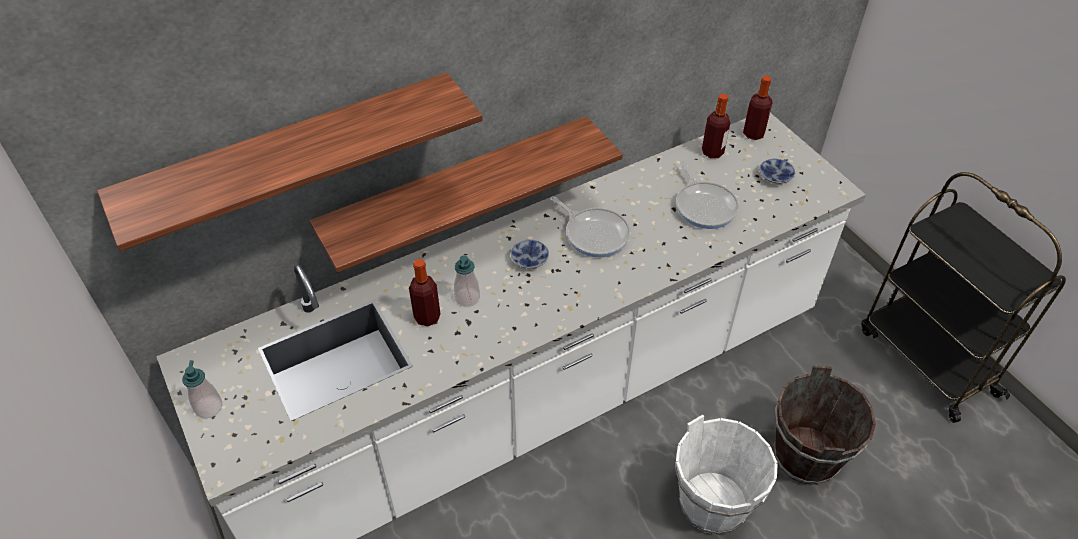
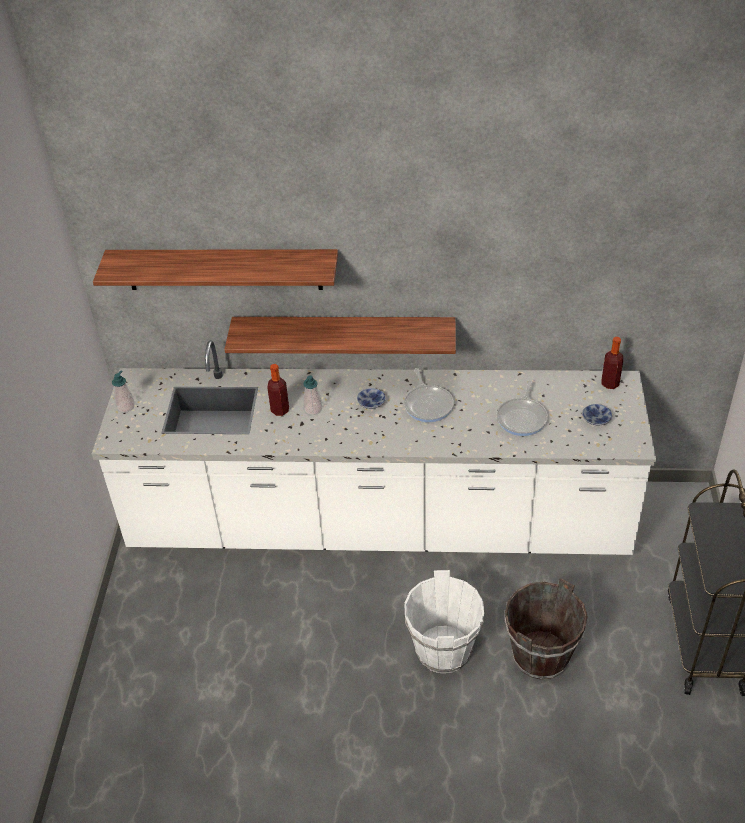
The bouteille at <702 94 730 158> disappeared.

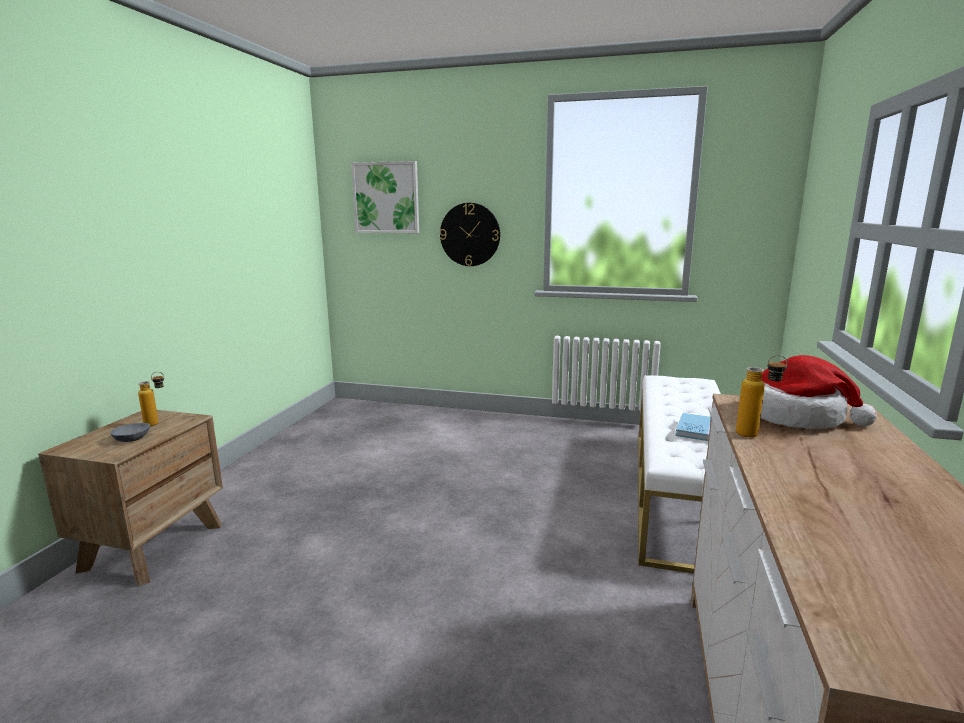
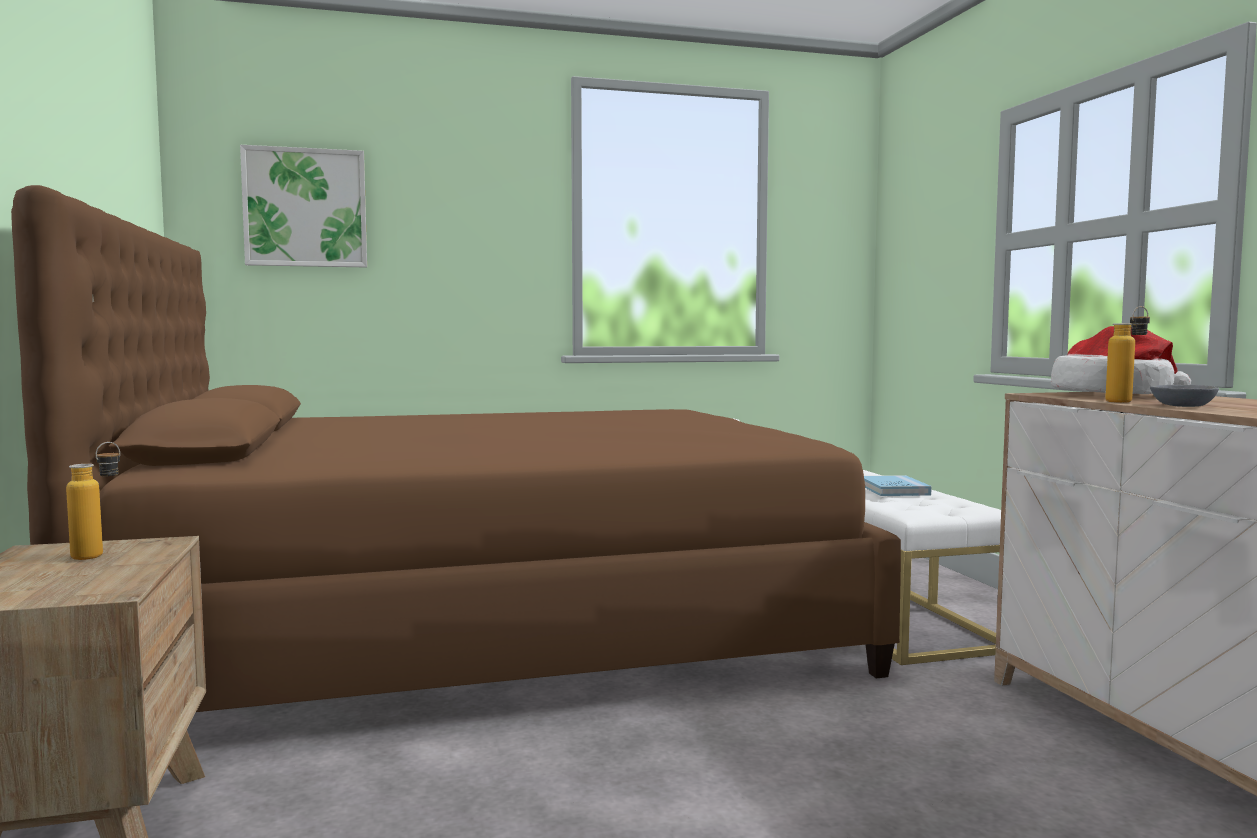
The bol (gris) moved from <110 423 150 442> to <1150 385 1219 407>.
The horloge murale at <440 203 500 266> disappeared.
The lit (marron) at <11 185 901 712> appeared.

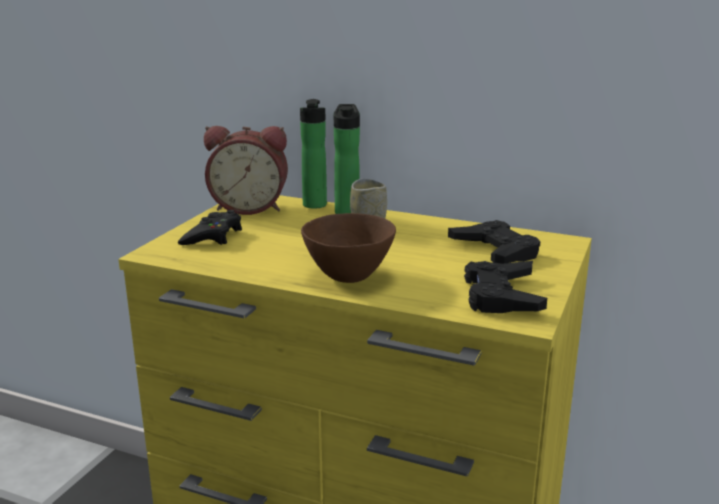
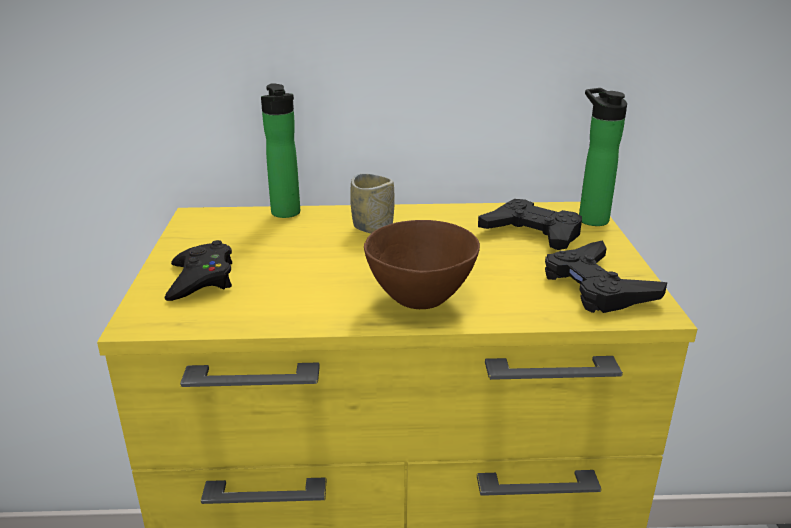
The réveil at <204 126 288 215> disappeared.
The bouteille moved from <334 104 360 214> to <579 88 627 226>.

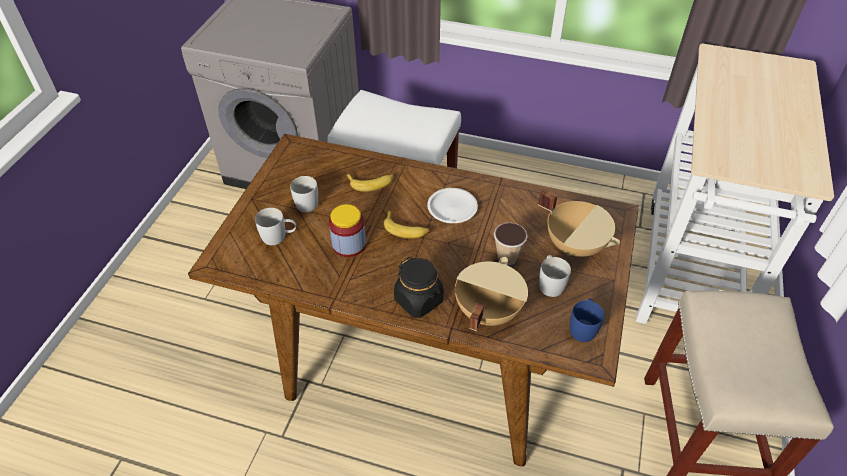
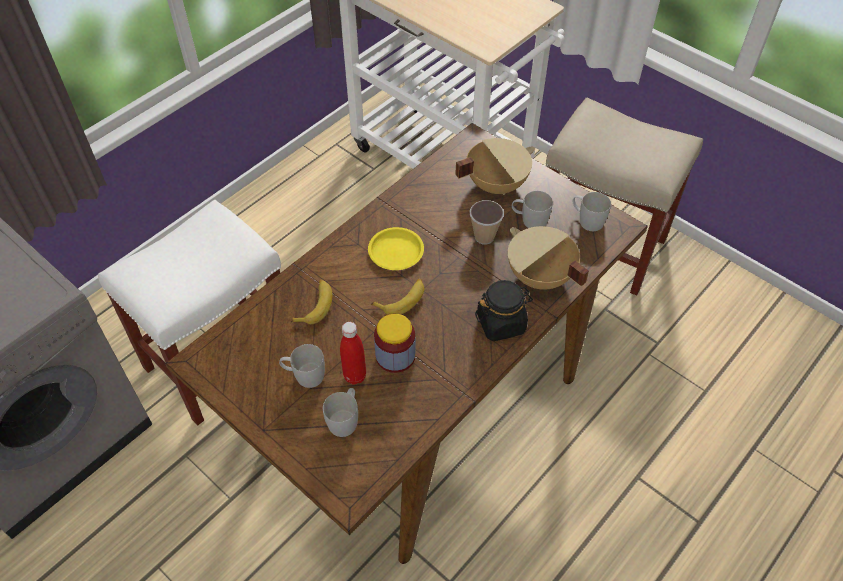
The assiette (blanc) at <427 188 478 223> became the assiette (jaune) at <368 227 424 270>.
The mug (bleu) at <570 298 604 342> became the mug (blanc) at <573 192 611 231>.
The bouteille (rouge) at <340 322 366 385> appeared.

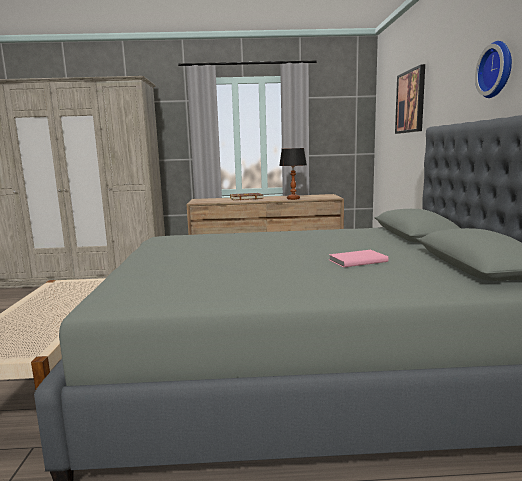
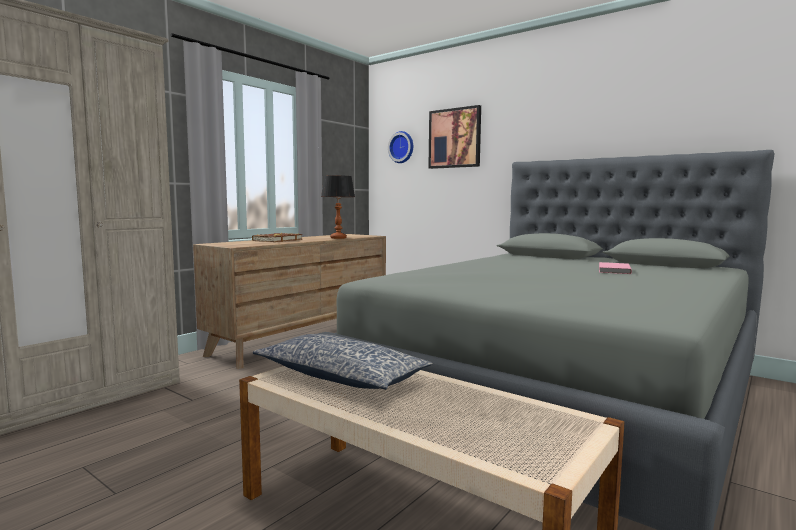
The horloge murale moved from <475 41 512 98> to <388 131 413 163>.
The coussin at <253 334 433 390> appeared.

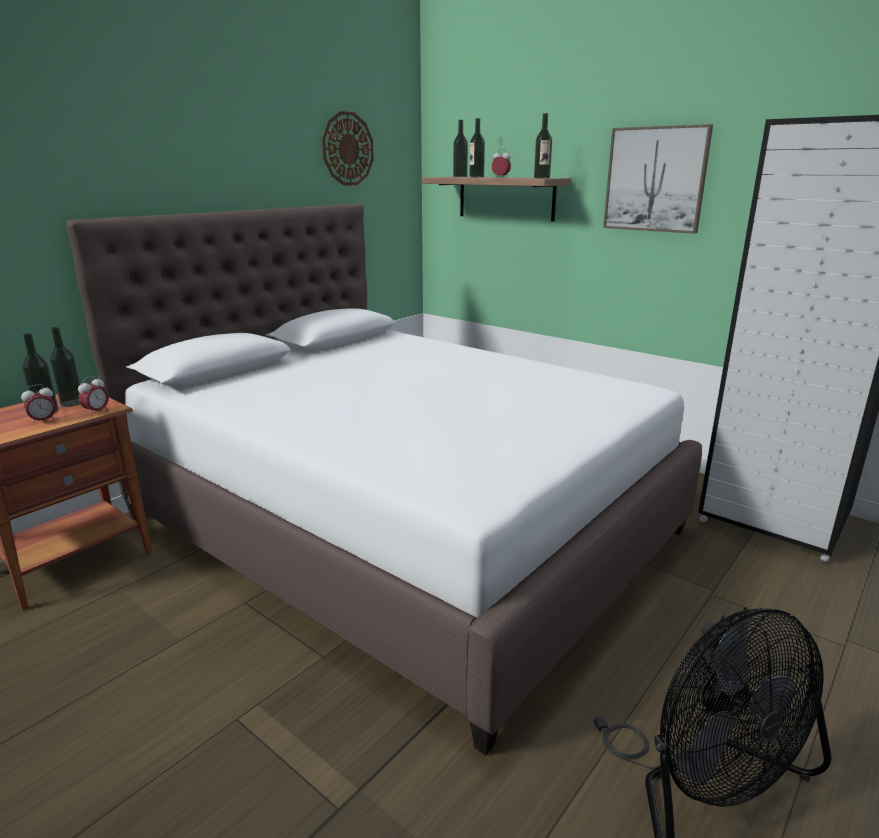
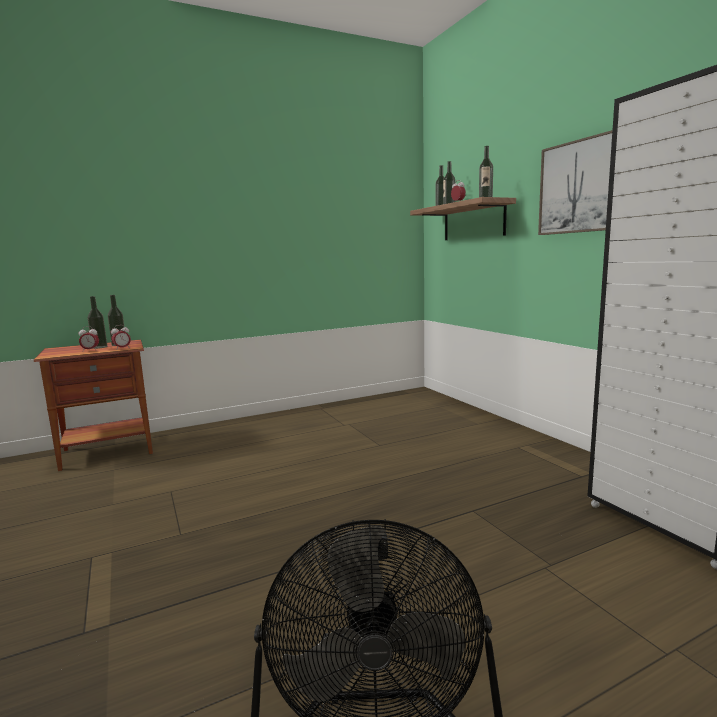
The lit (blanc) at <66 203 702 755> disappeared.
The horloge murale at <322 111 374 186> disappeared.

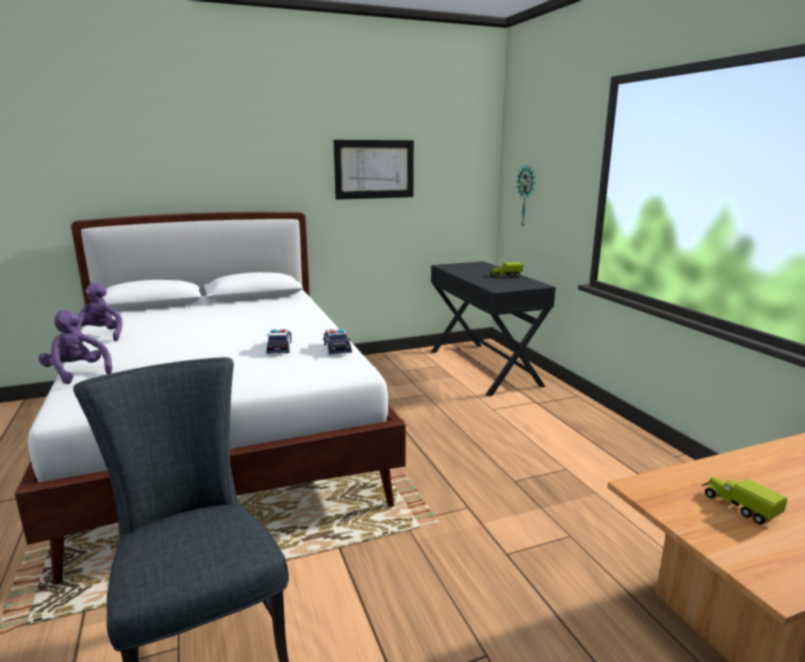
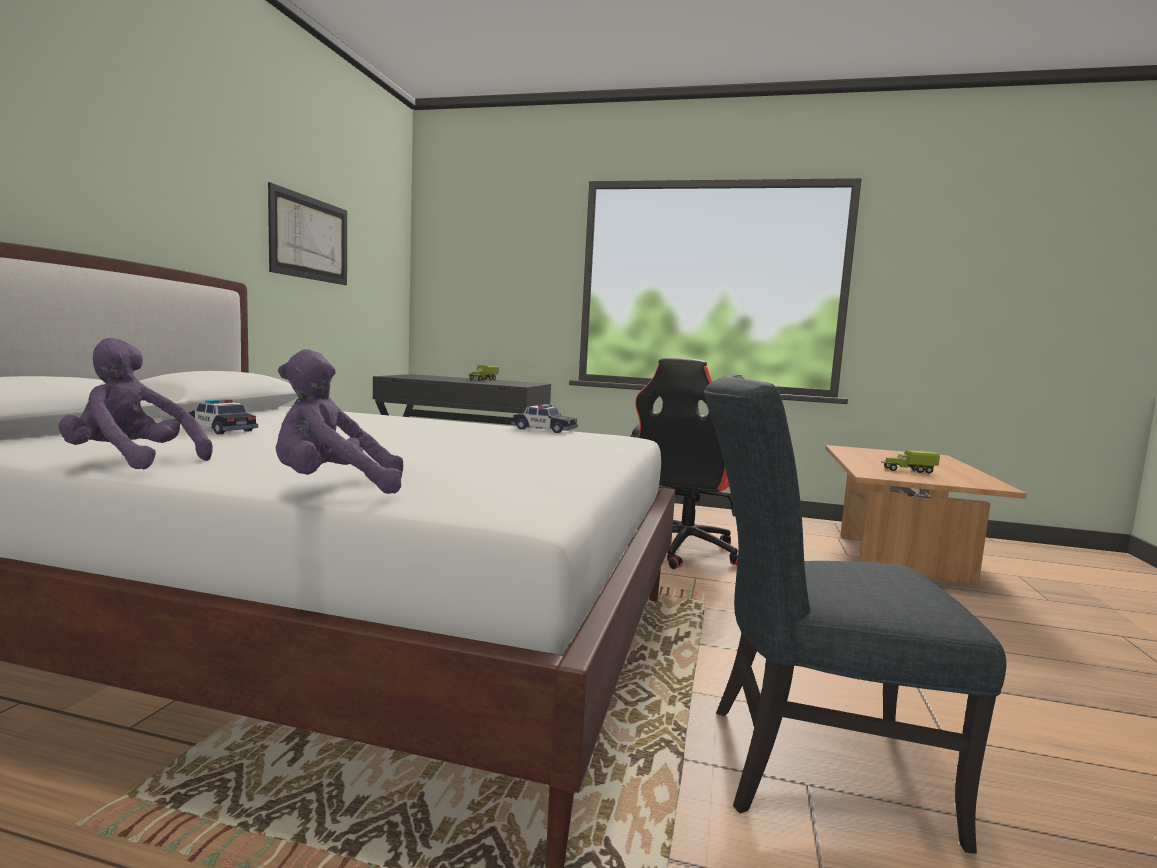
The petite voiture moved from <266 329 292 354> to <188 399 258 434>.
The horloge murale at <516 165 535 228> disappeared.
The chaise de bureau (noir) at <628 358 738 569> appeared.

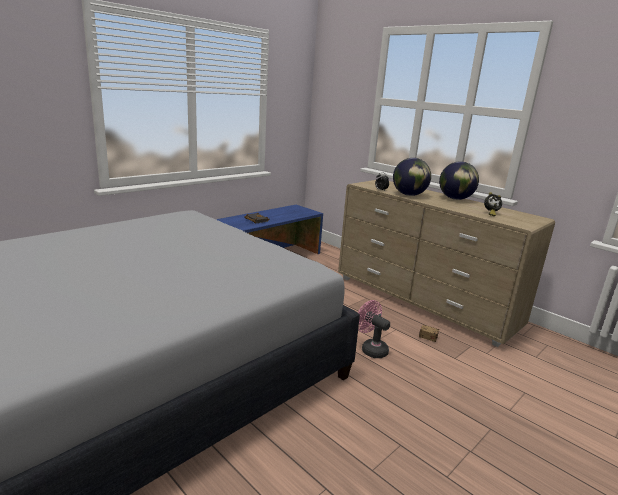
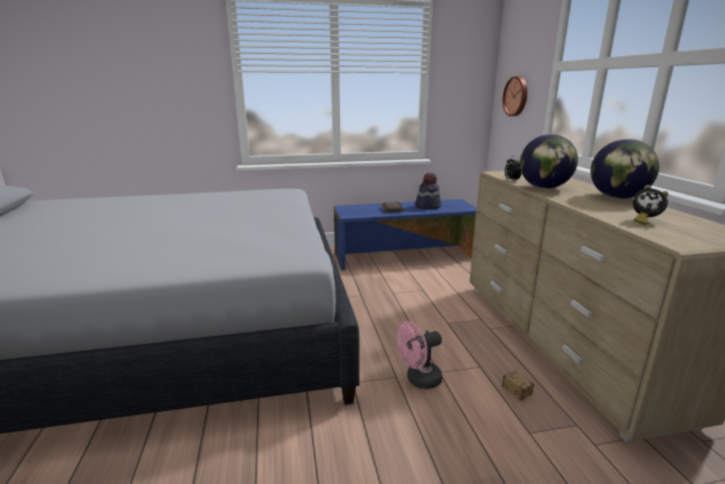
The ventilateur (rose) at <358 300 390 358> turned 105 degrees counterclockwise.
The chapeau at <415 173 441 210> appeared.
The horloge murale at <503 76 527 116> appeared.

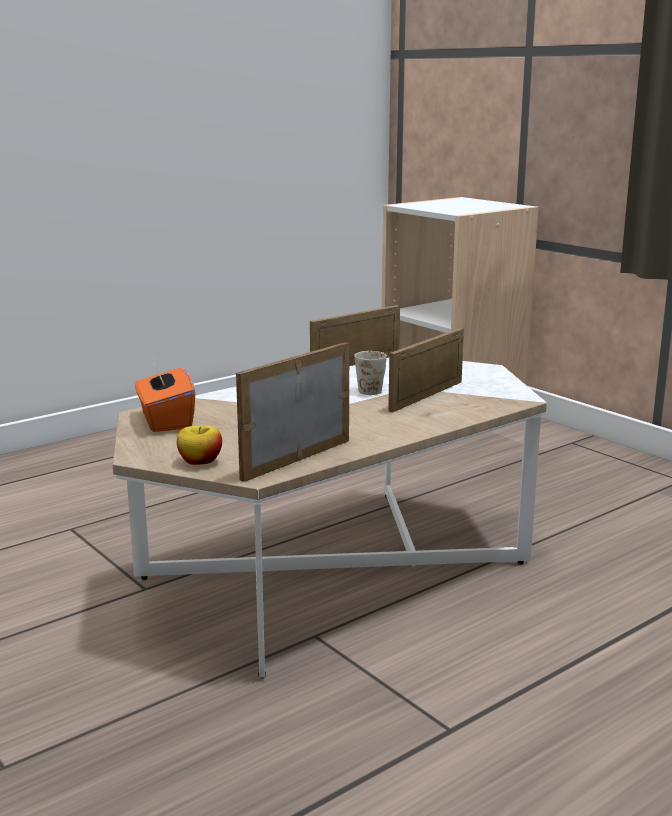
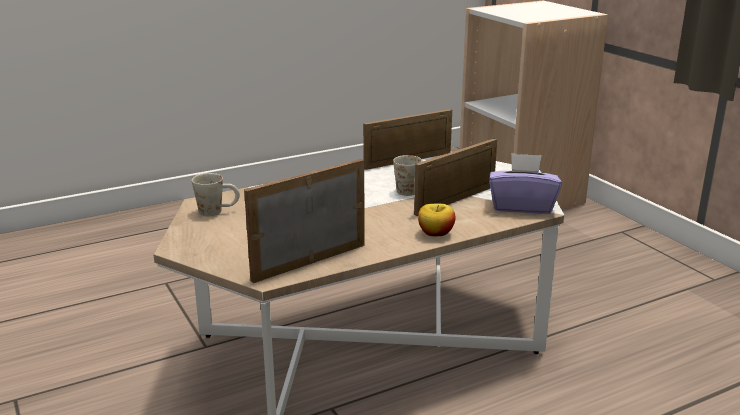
The boîte à mouchoirs (orange) at <135 358 195 432> was replaced by the mug (blanc) at <192 173 240 216>.
The pomme moved from <177 425 222 465> to <418 204 455 236>.
The boîte à mouchoirs (violet) at <489 153 562 214> appeared.

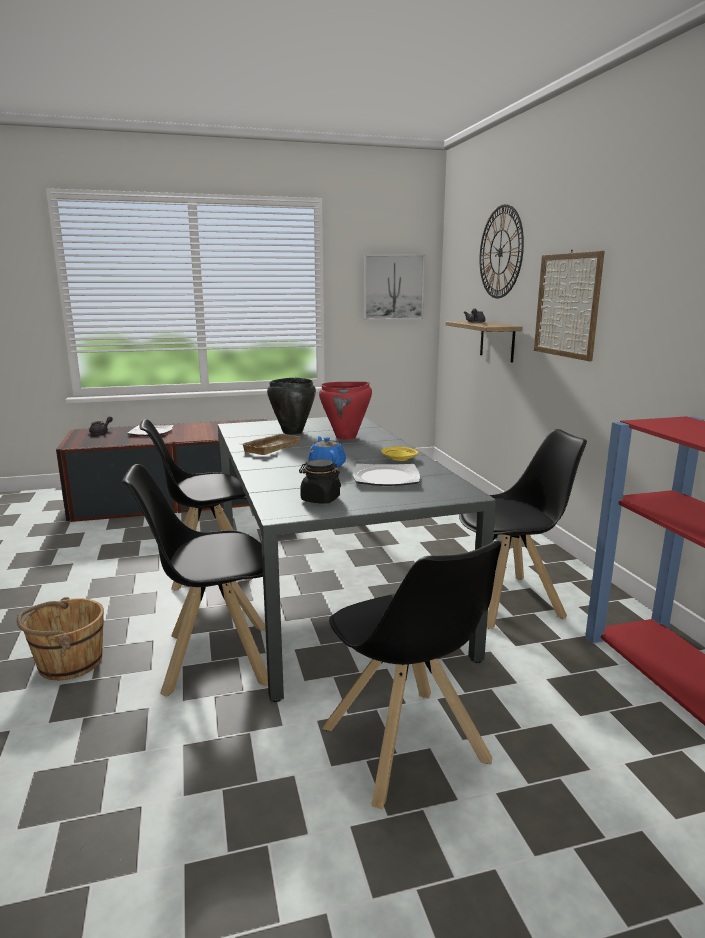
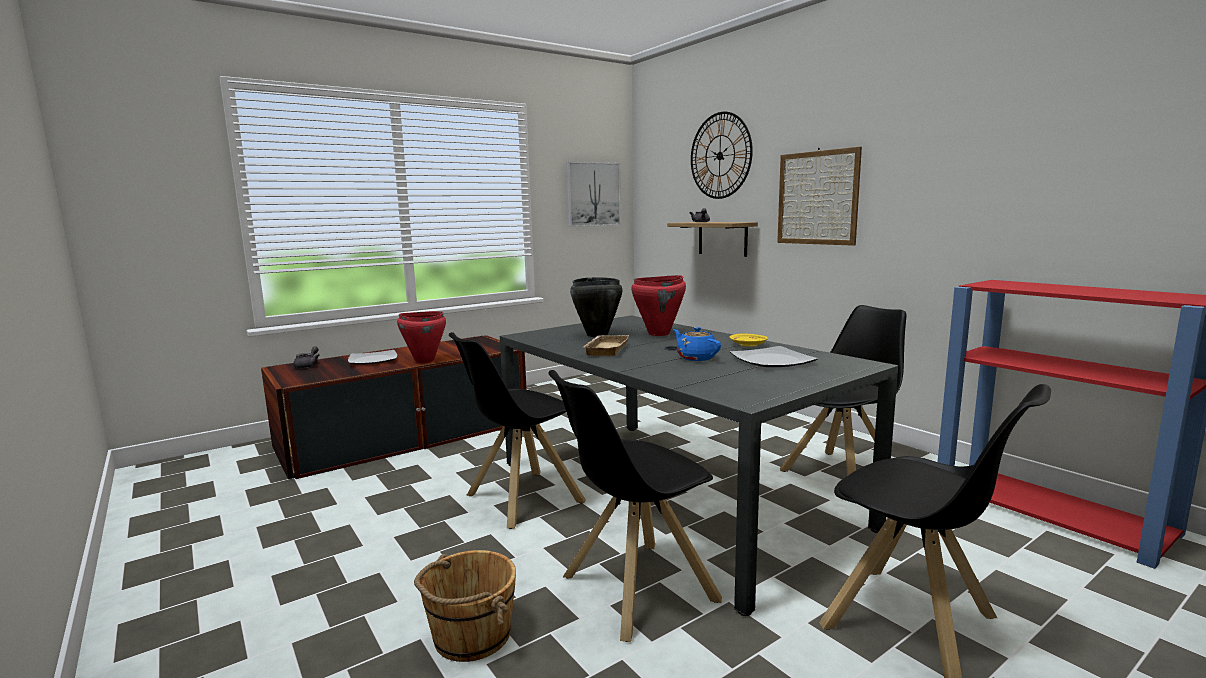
The bocal (noir) at <299 459 341 504> disappeared.
The marmite (rouge) at <397 311 446 363> appeared.

